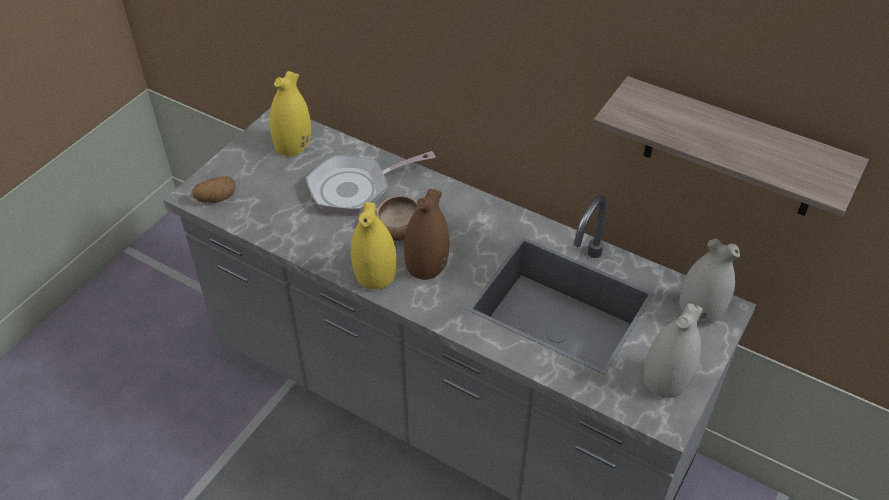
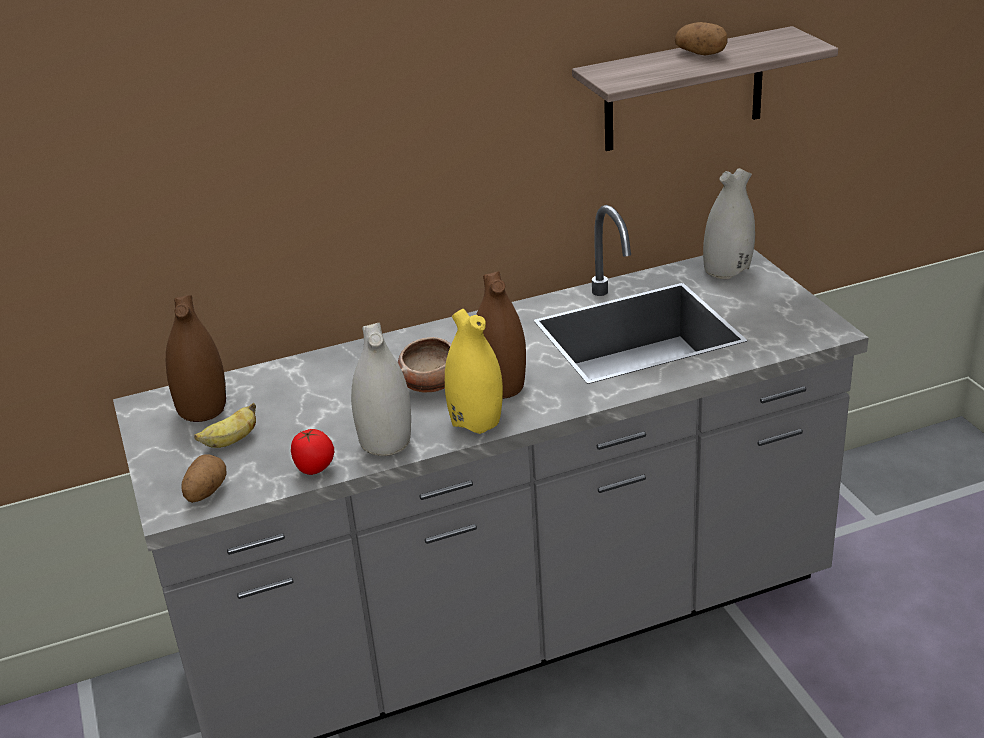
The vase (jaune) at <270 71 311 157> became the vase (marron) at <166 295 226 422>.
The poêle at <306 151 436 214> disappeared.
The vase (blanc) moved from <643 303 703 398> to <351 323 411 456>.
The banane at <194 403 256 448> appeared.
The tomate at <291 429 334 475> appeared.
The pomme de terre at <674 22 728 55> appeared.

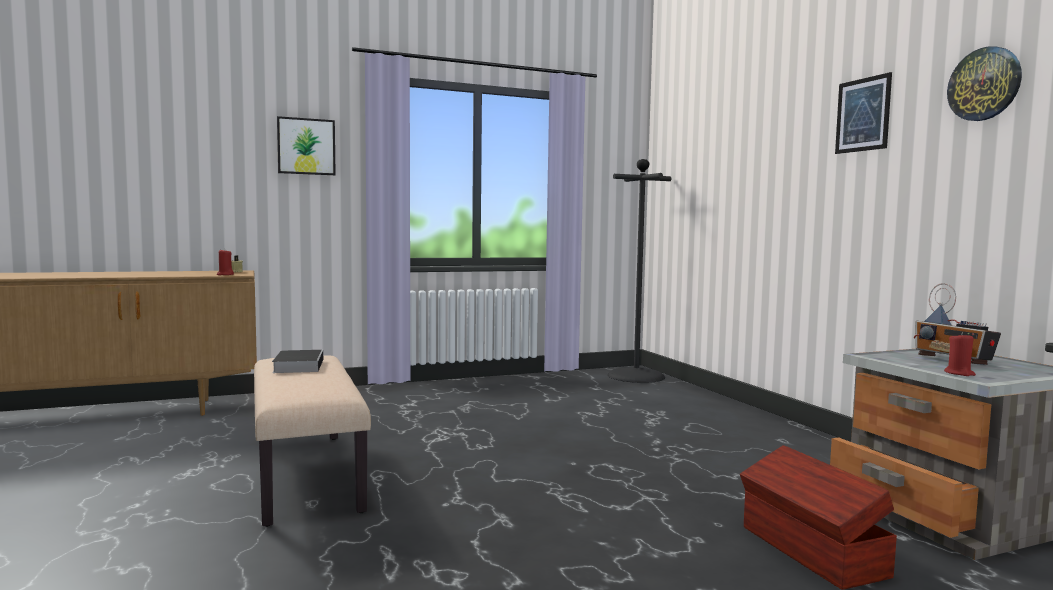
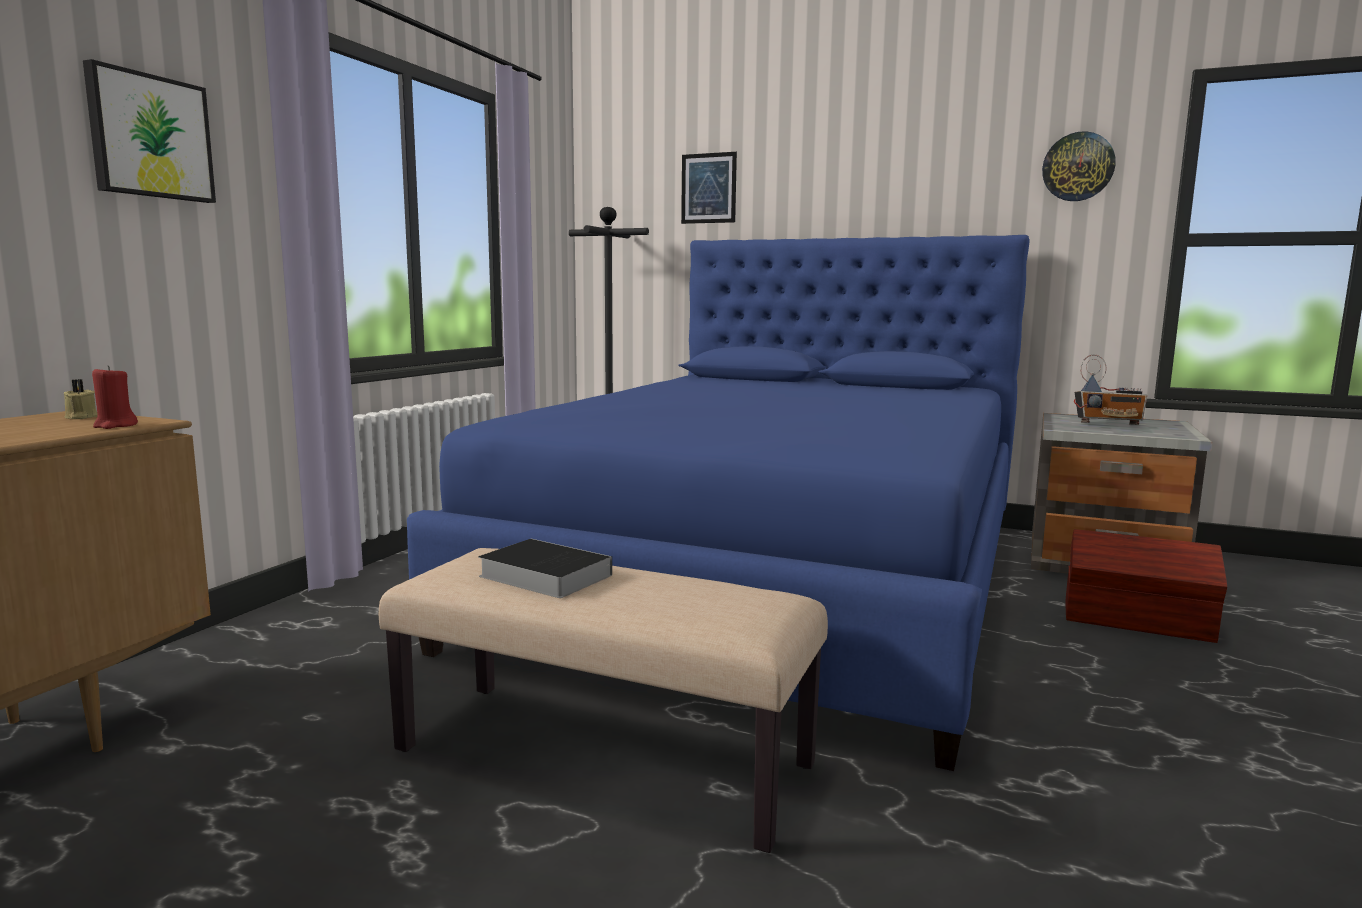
The tableau moved from <835 72 892 154> to <681 152 737 224>.
The bougie (rouge) at <944 332 976 376> disappeared.
The lit (bleu) at <407 235 1030 771> appeared.

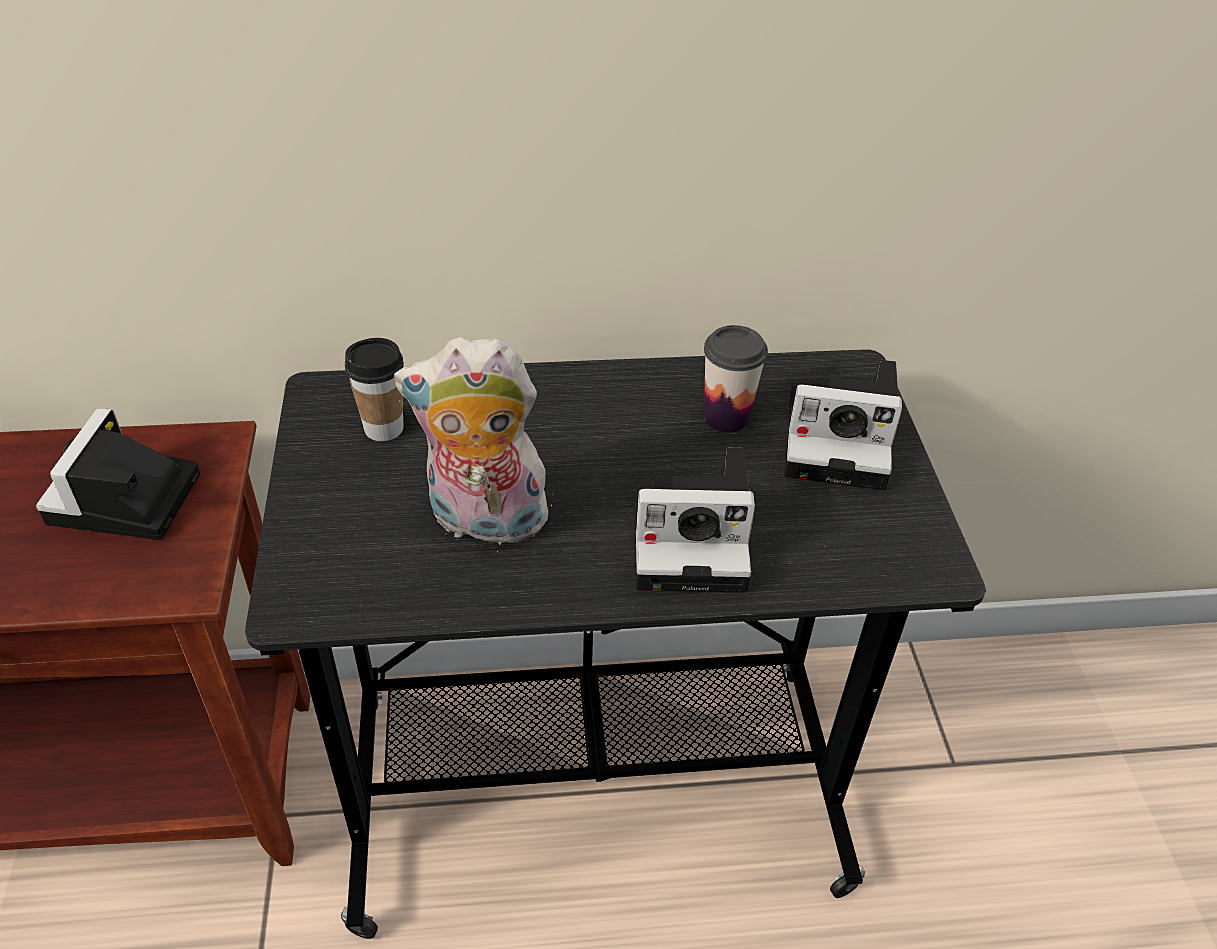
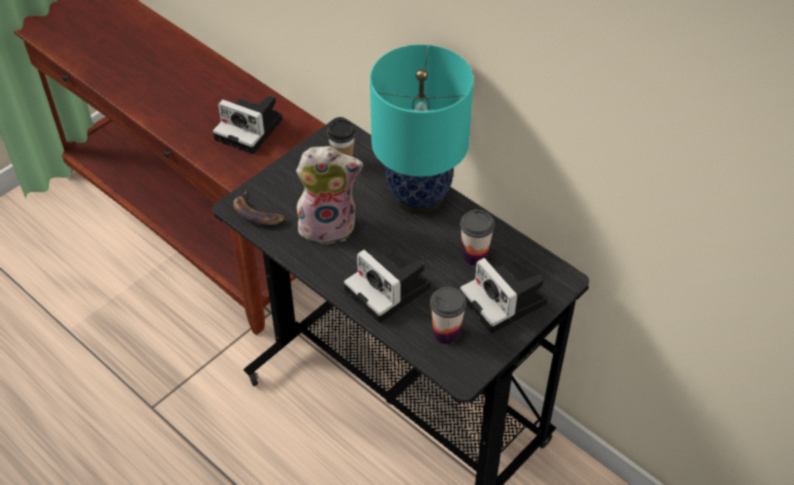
The appareil photo at <36 408 200 540> turned 120 degrees counterclockwise.
The peluche at <394 337 555 552> turned 120 degrees clockwise.
The banane at <233 191 285 225> appeared.
The lampe de table (turquoise) at <370 45 474 215> appeared.
The tasse at <430 287 467 344> appeared.

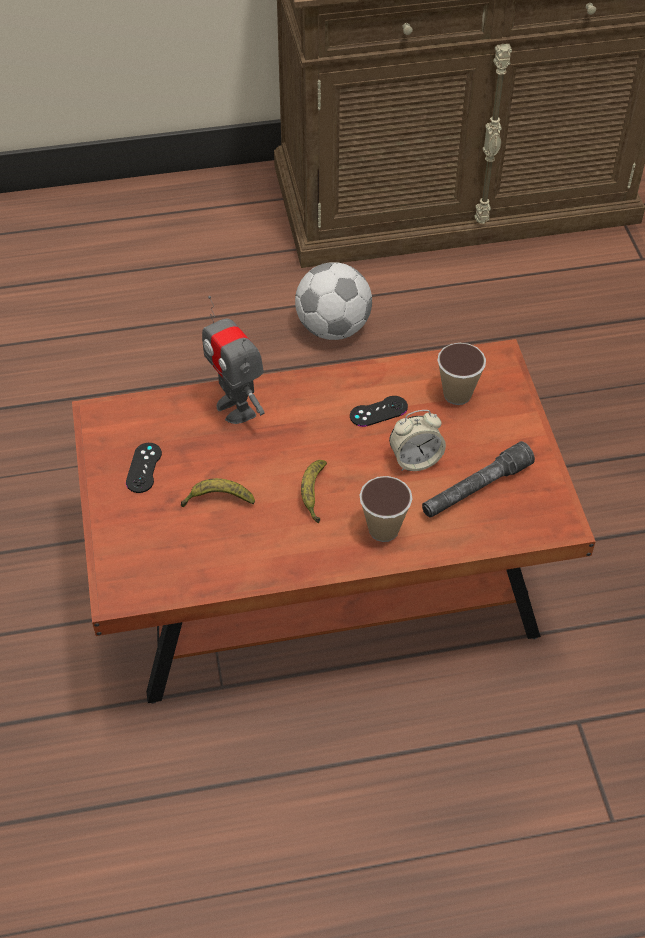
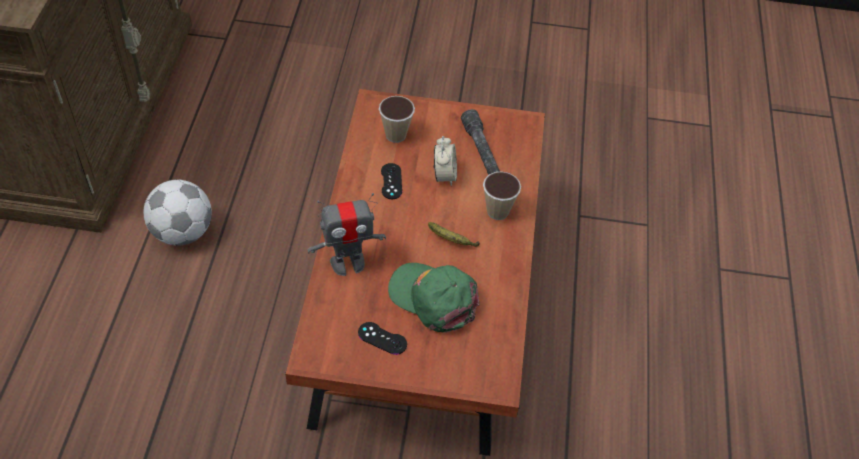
The banane at <181 478 255 507> was replaced by the casquette (vert) at <388 263 480 333>.

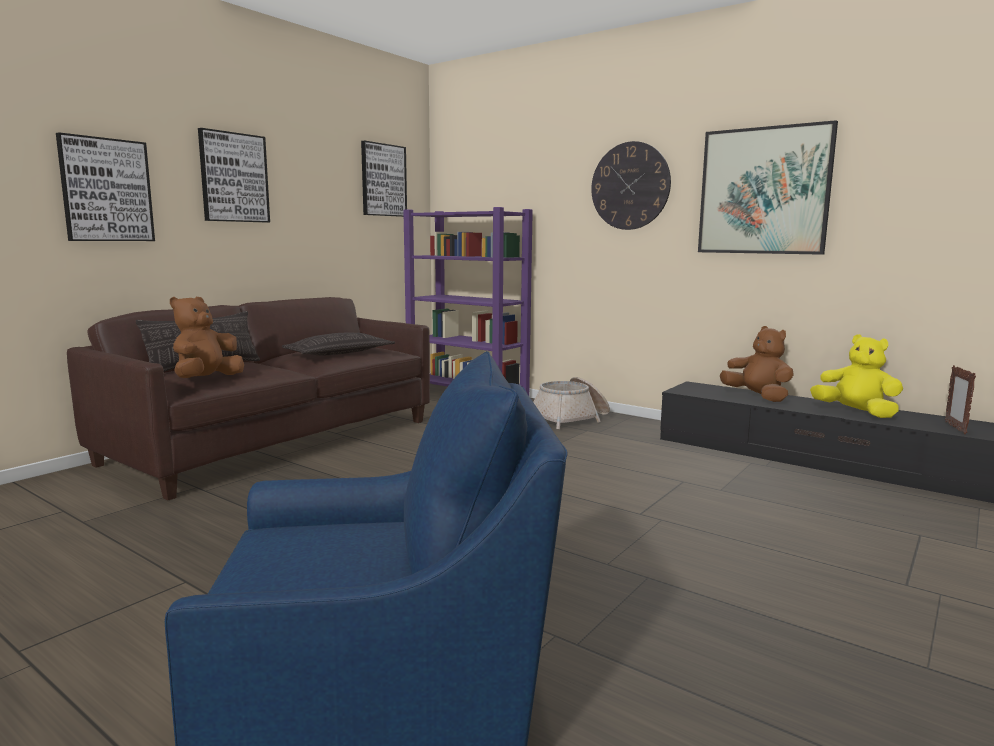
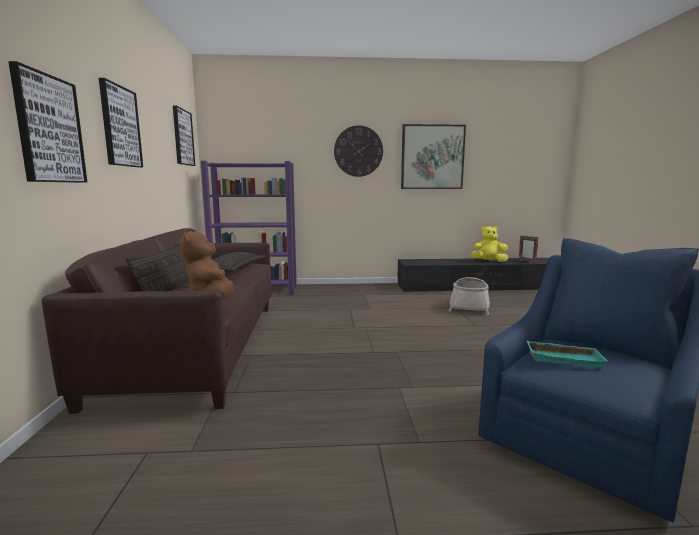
The panier moved from <533 377 610 429> to <449 277 490 315>.
The peluche (marron) at <720 326 793 402> disappeared.
The plateau (turquoise) at <527 341 607 368> appeared.

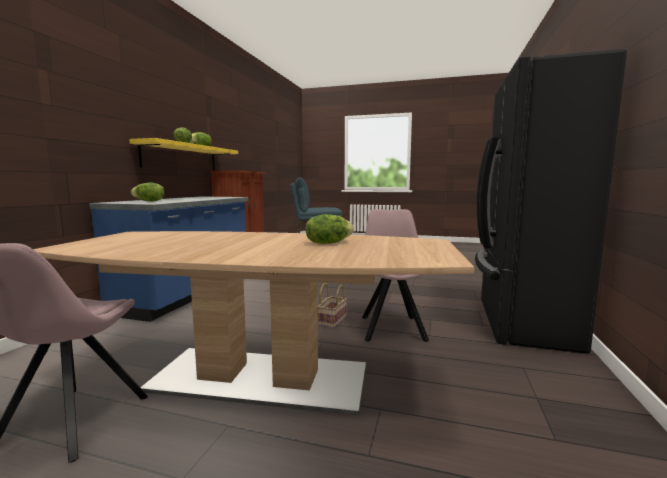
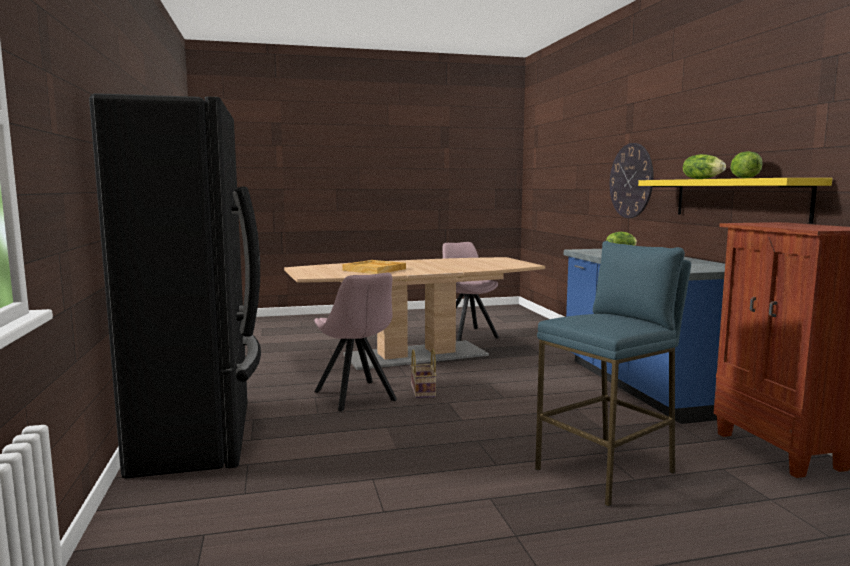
The laitue at <305 214 354 244> was replaced by the plateau (beige) at <342 260 406 274>.
The horloge murale at <610 143 654 218> appeared.

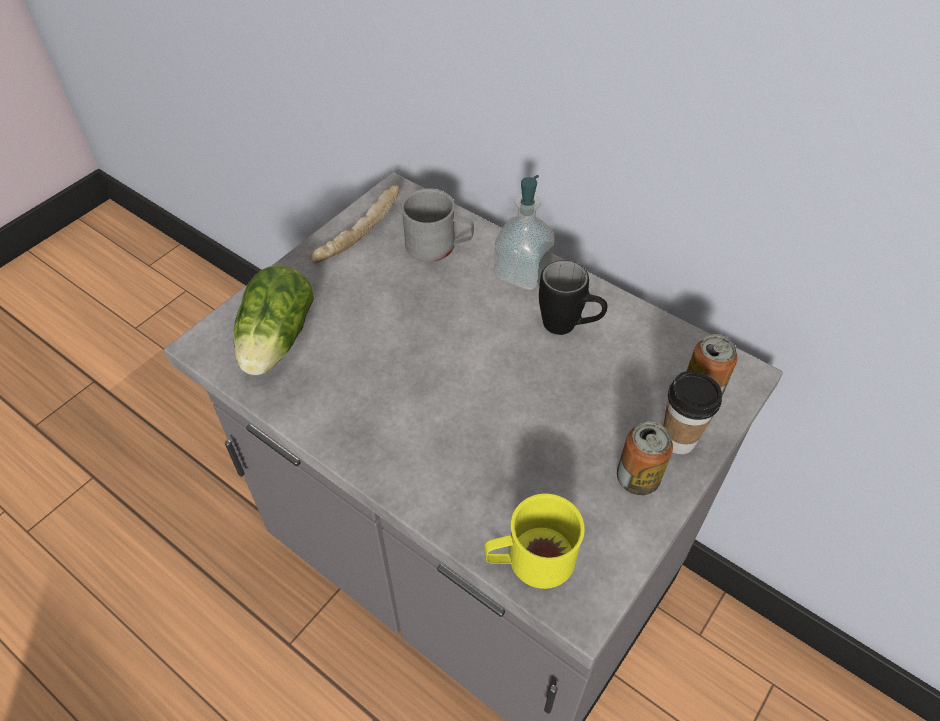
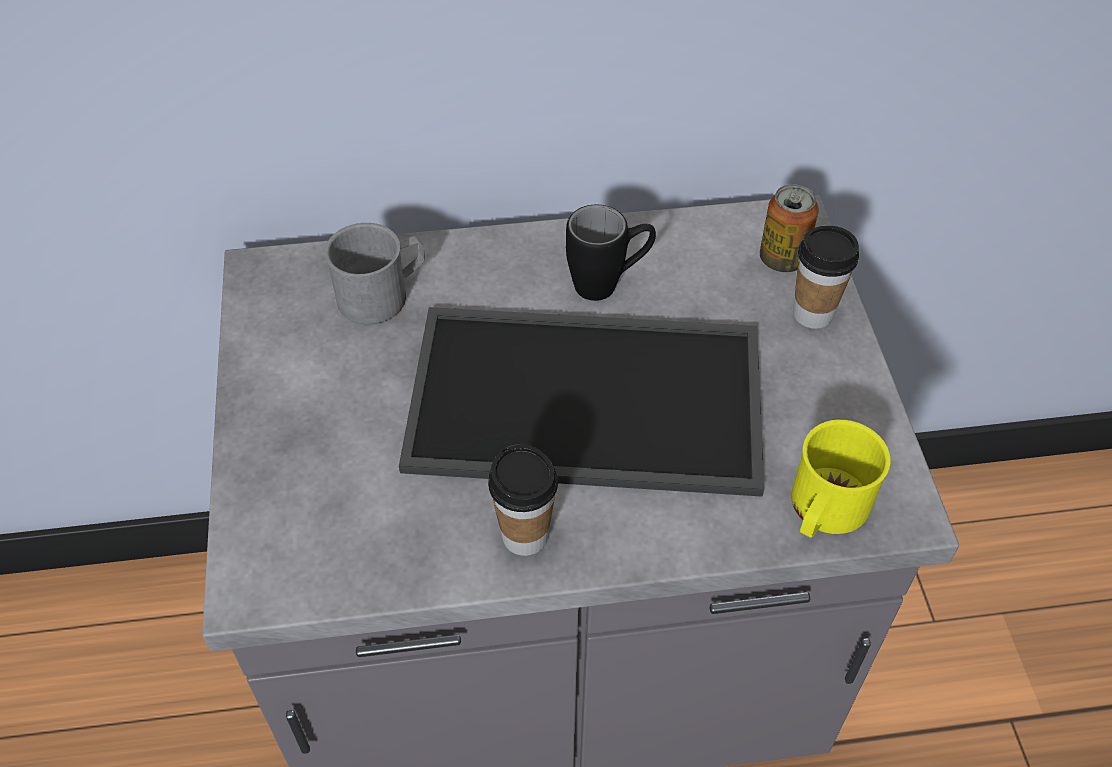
The laitue at <233 265 314 375> disappeared.
The pain at <310 185 399 263> disappeared.
The distributeur de savon at <494 175 554 291> disappeared.
The boîte métallique at <617 421 673 495> disappeared.
The plateau at <399 307 764 497> appeared.
The tasse at <488 444 558 556> appeared.

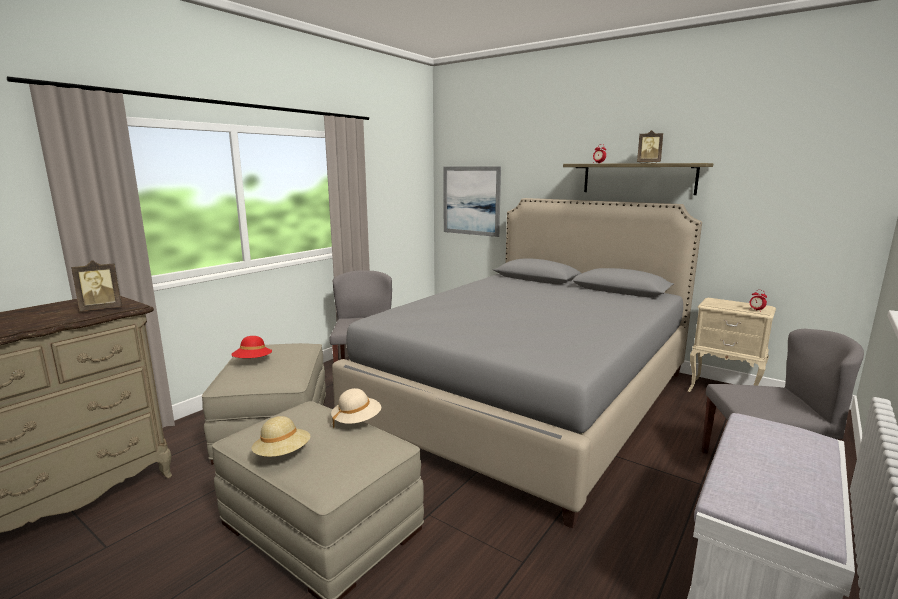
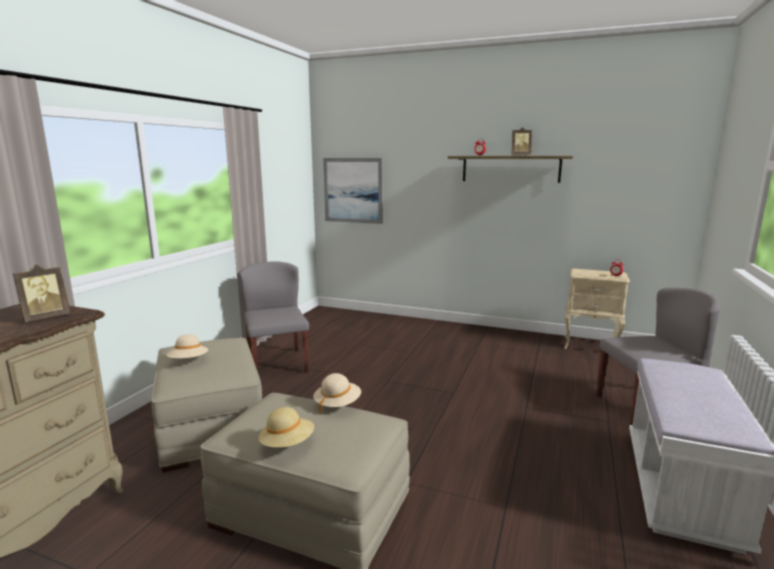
The chapeau (rouge) at <231 336 272 358> became the chapeau (beige) at <166 334 208 358>.
The lit (gris) at <332 198 702 529> disappeared.

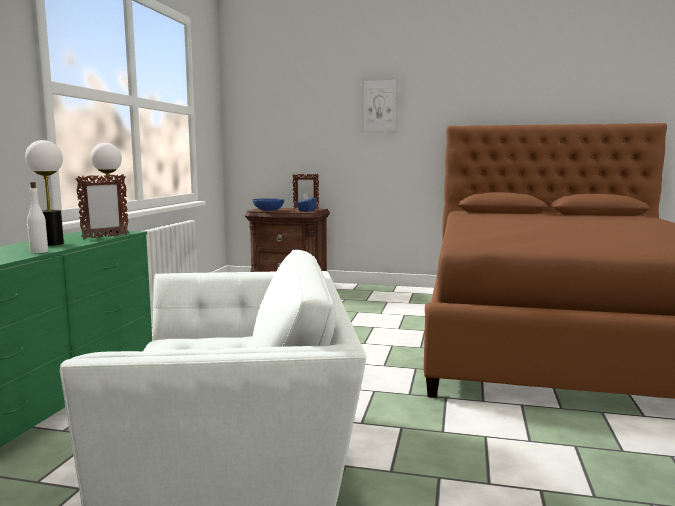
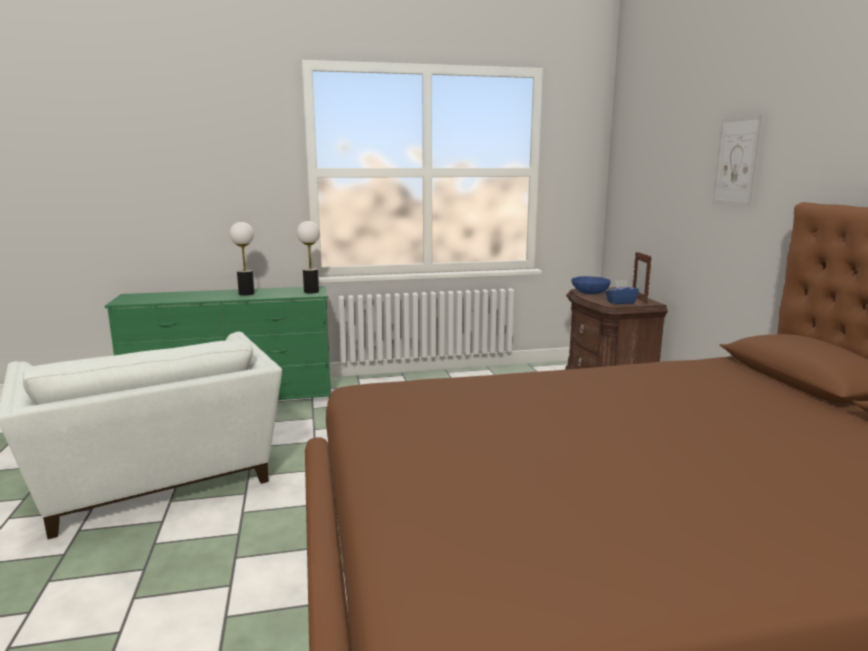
The bouteille (blanc) at <27 182 48 253> disappeared.
The cadre photo at <76 174 129 239> disappeared.

